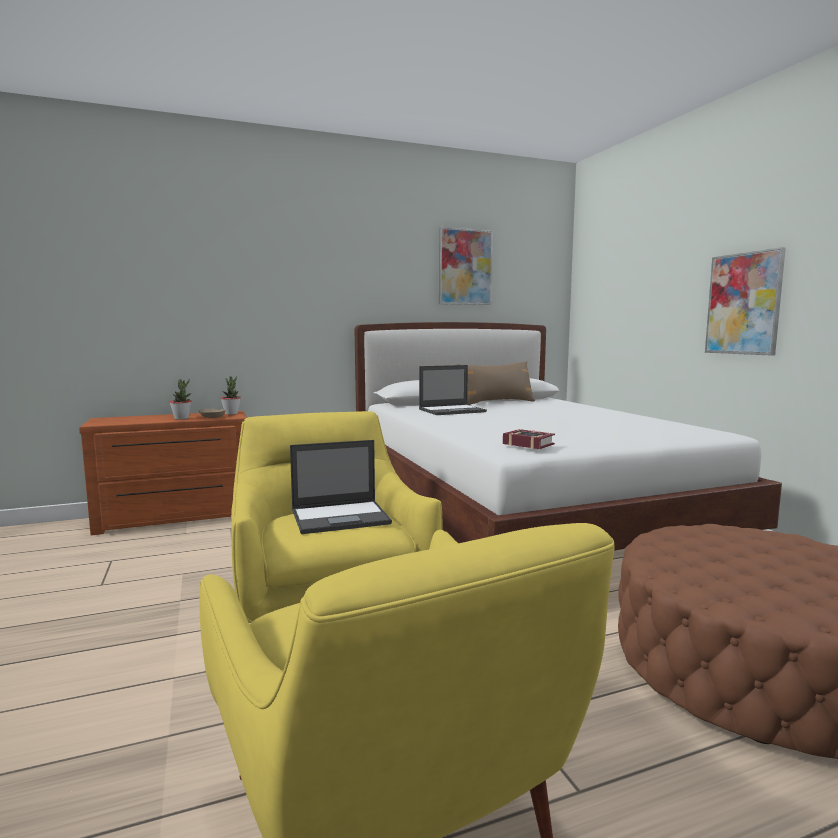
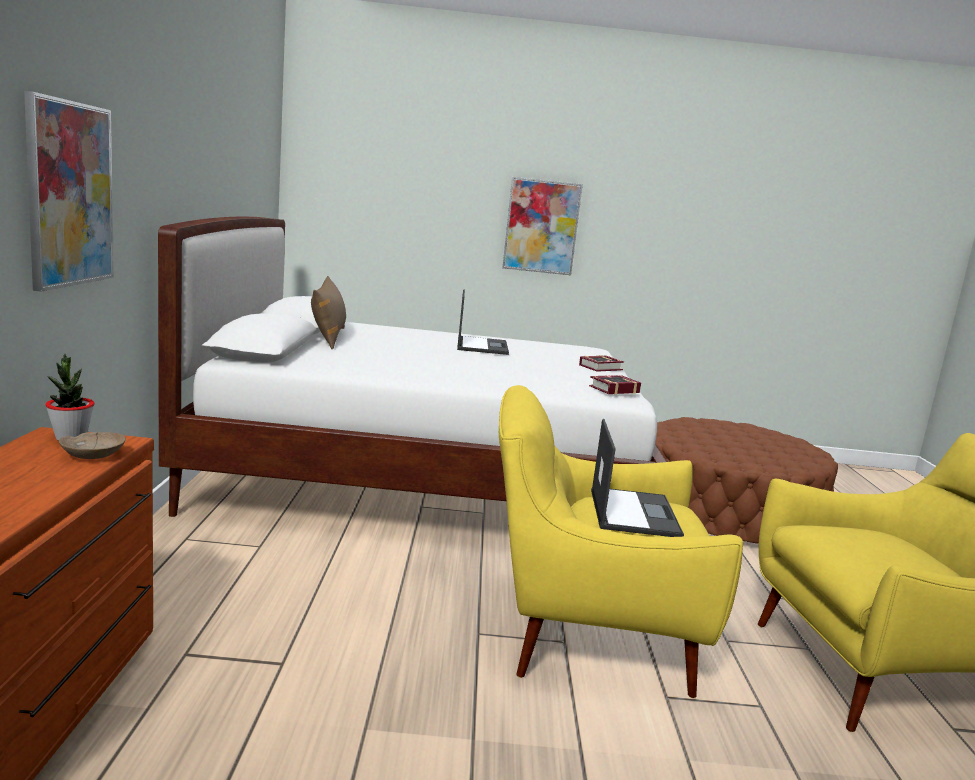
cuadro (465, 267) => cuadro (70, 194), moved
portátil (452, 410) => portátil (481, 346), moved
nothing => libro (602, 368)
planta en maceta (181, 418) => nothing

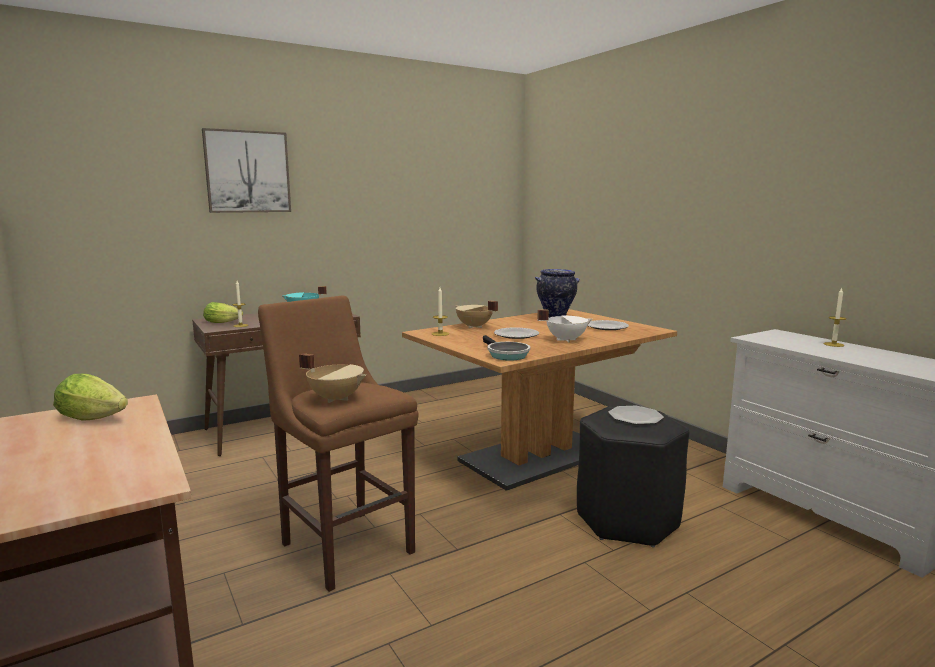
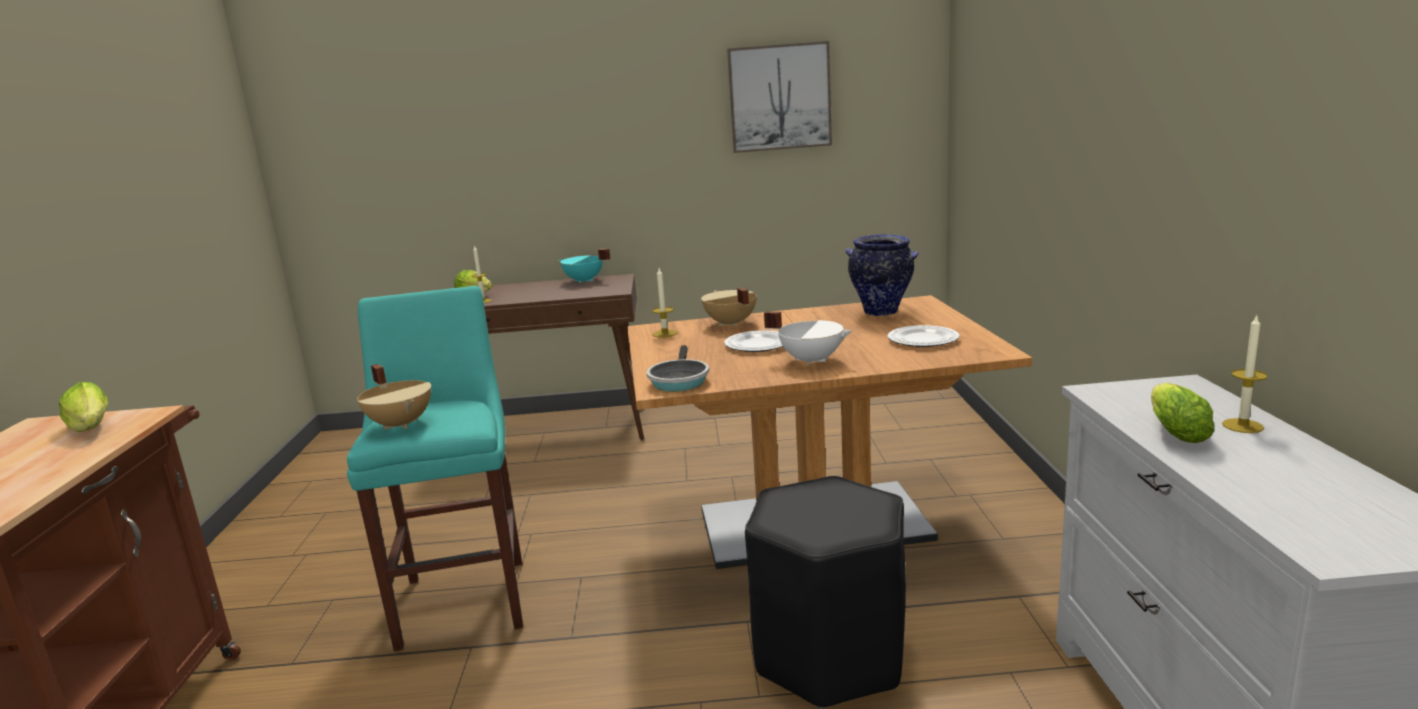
taburete [marrón] (344, 544) => taburete [turquesa] (465, 597)
cuadro (247, 172) => cuadro (780, 97), moved
nothing => lechuga (1174, 430)
plato (635, 417) => nothing

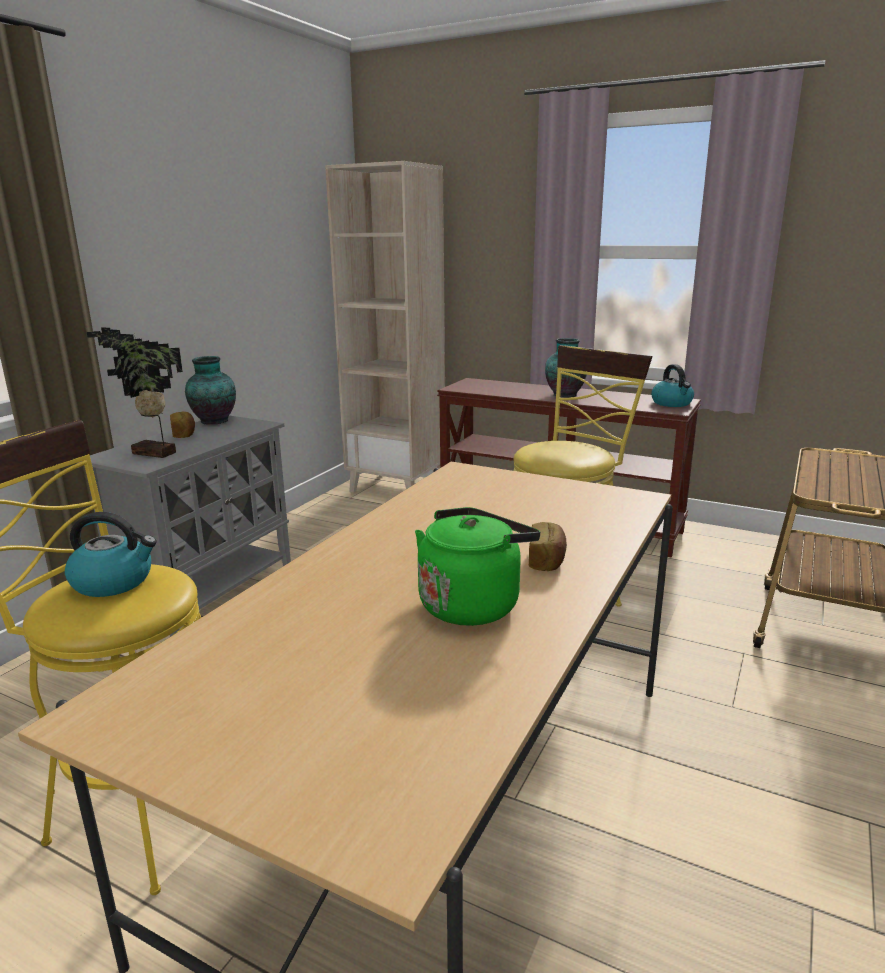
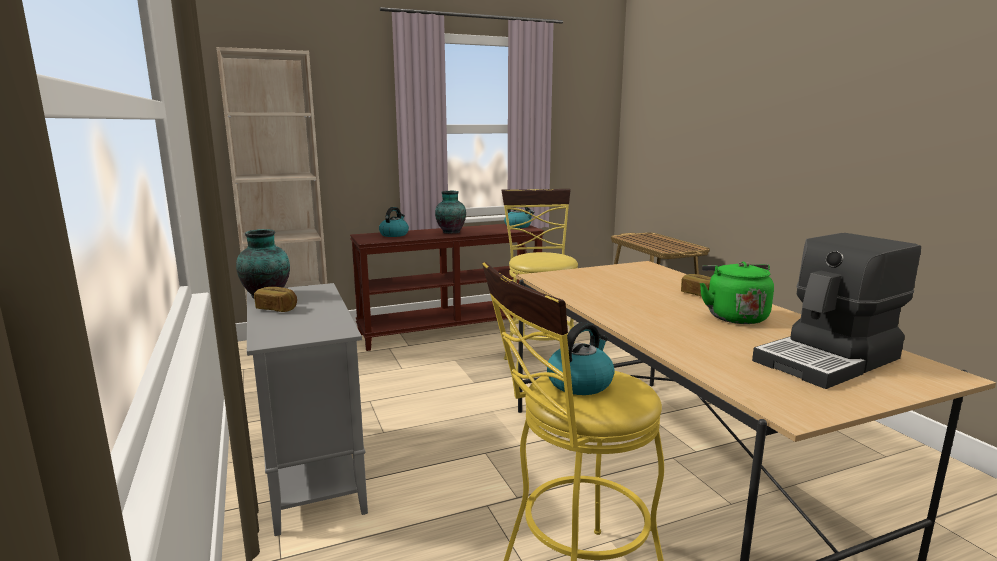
nothing => hervidor (394, 234)
nothing => cafetera (829, 360)
planta en maceta (153, 454) => nothing

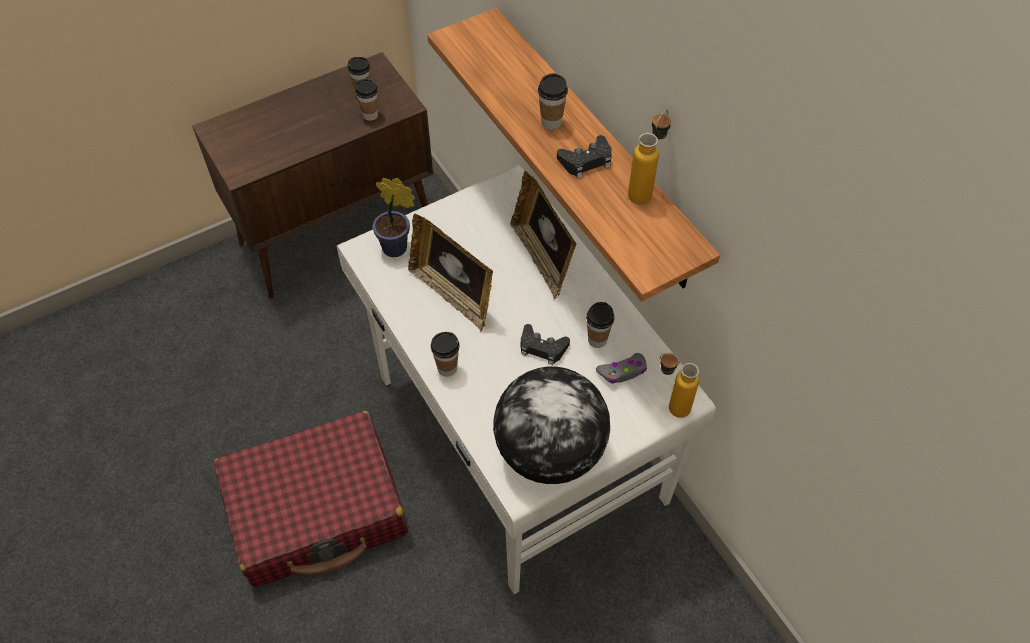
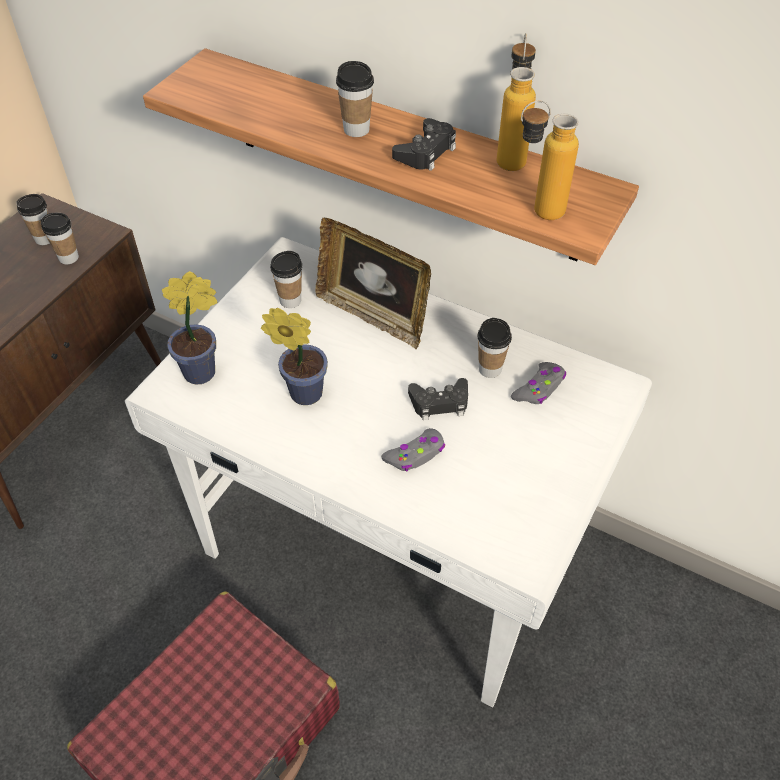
portarretratos (453, 294) => planta en maceta (302, 392)
taza (447, 368) => taza (290, 300), moved
nothing => mando de consola [gris] (415, 455)
botella (670, 406) => botella (536, 213), moved
globo terráqueo (550, 451) => nothing

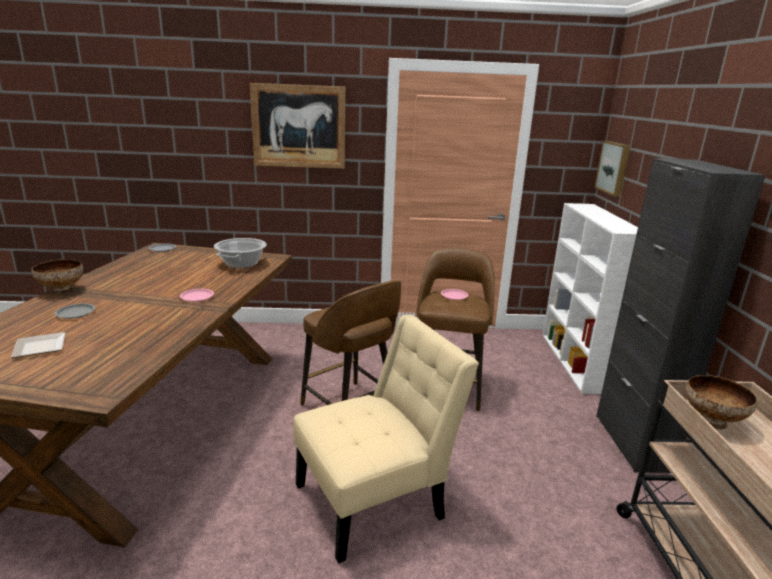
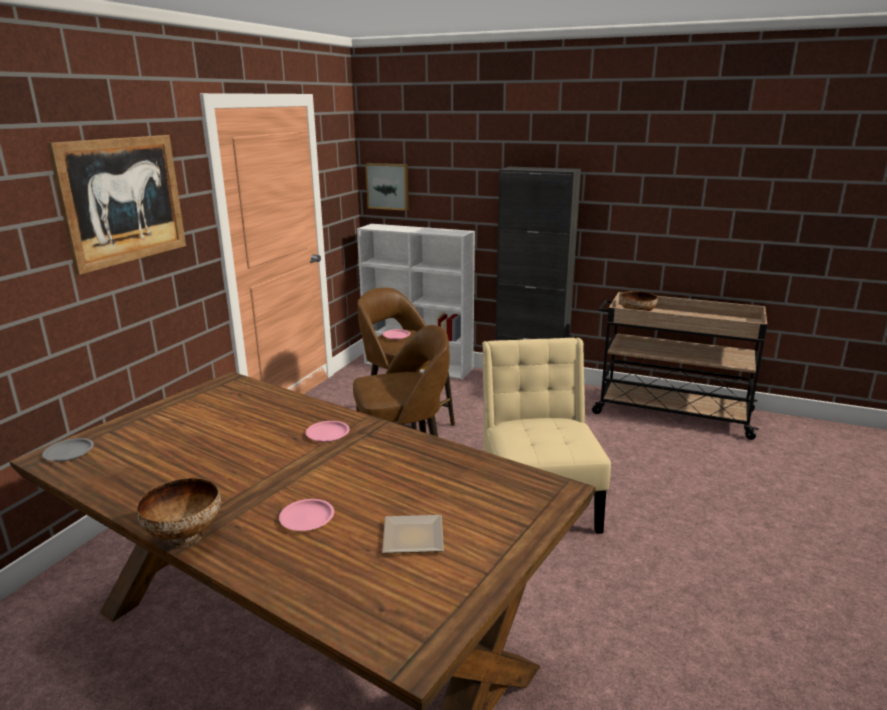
plato [gris] (75, 313) => plato [rosa] (307, 519)
olla (241, 264) => nothing

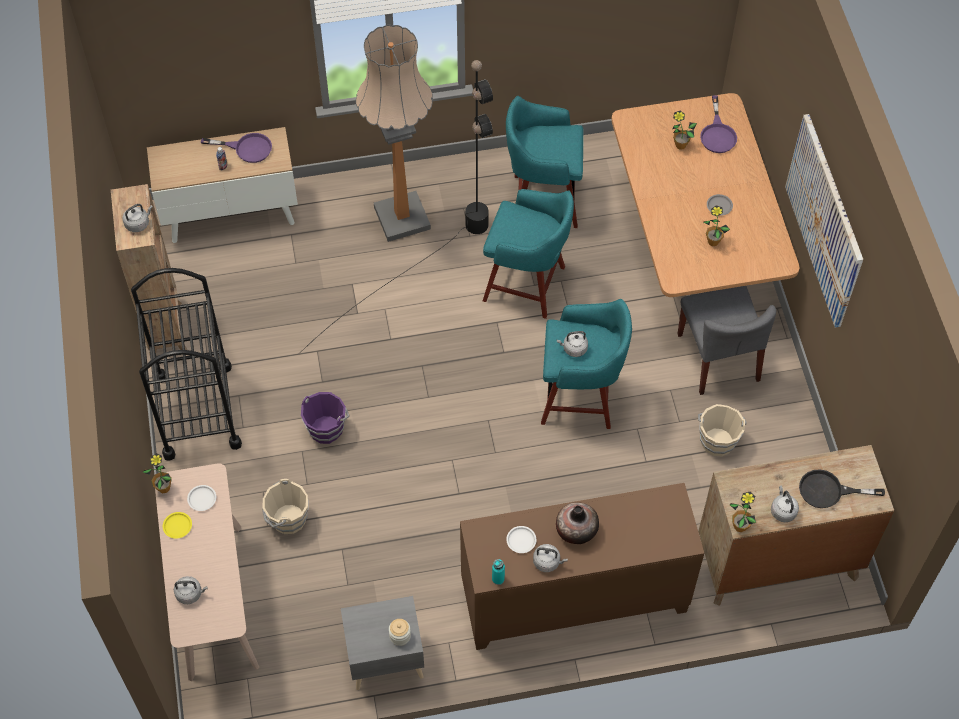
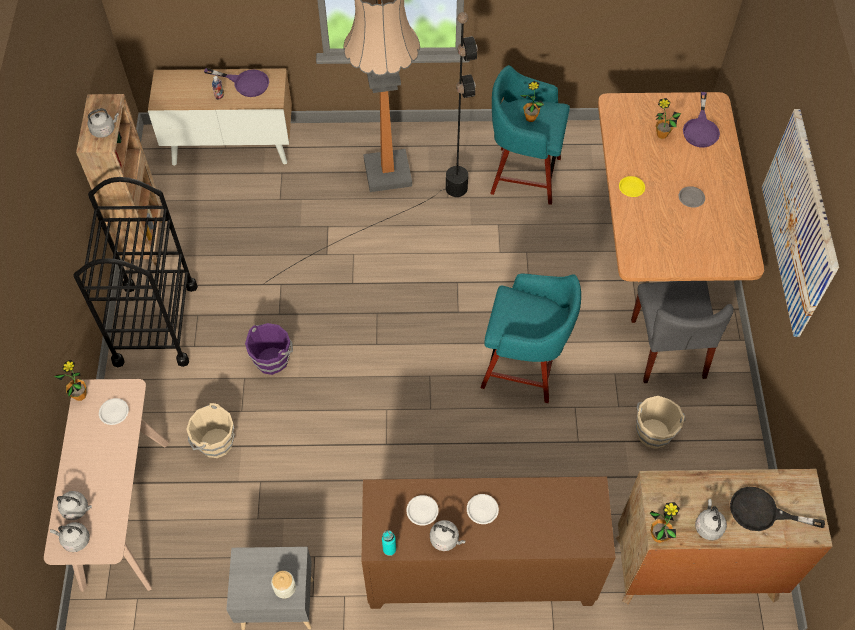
hervidor [gris] (573, 349) => hervidor [gris] (75, 540), moved
florero (576, 530) => plato [blanco] (482, 510)
planta en maceta (713, 241) => planta en maceta (530, 118), moved
plato [amarillo] (178, 526) => plato [amarillo] (631, 188), moved
taburete [turquesa] (527, 285) => nothing

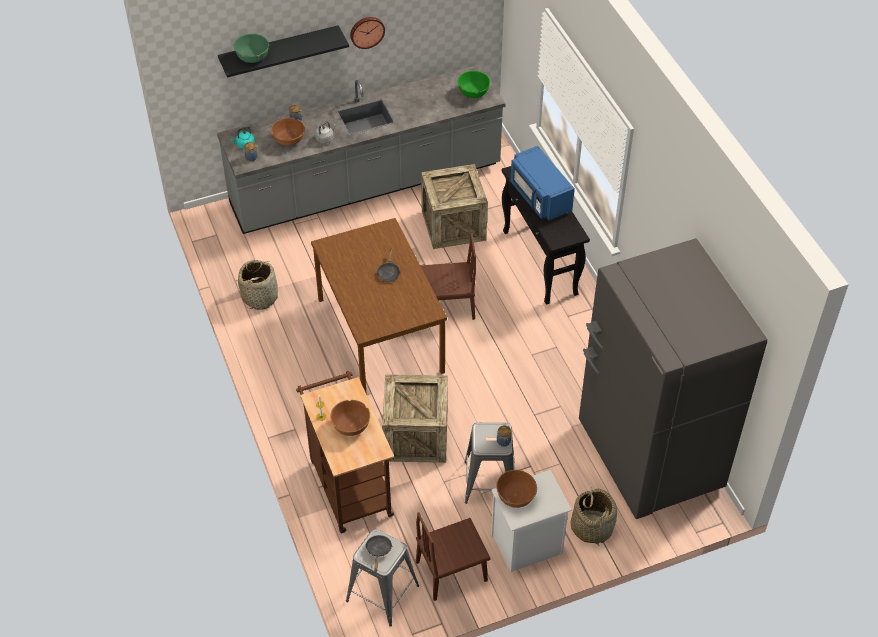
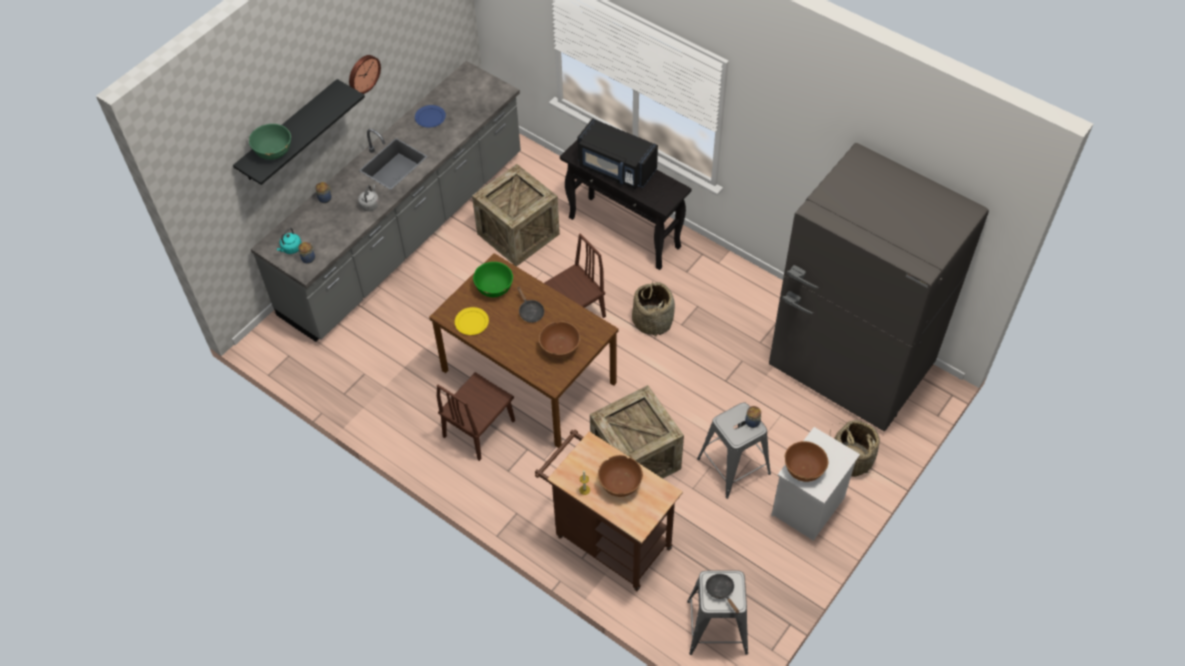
nothing => plato [azul] (430, 117)
silla [marrón] (451, 571) => silla [marrón] (479, 428), moved
nothing => plato [amarillo] (471, 322)
cuenco [verde] (473, 92) => cuenco [verde] (494, 288), moved
cuenco [marrón] (289, 140) => cuenco [marrón] (560, 348), moved
microondas [azul] (539, 197) => microondas [negro] (616, 168)
cesta (260, 296) => cesta (652, 320), moved

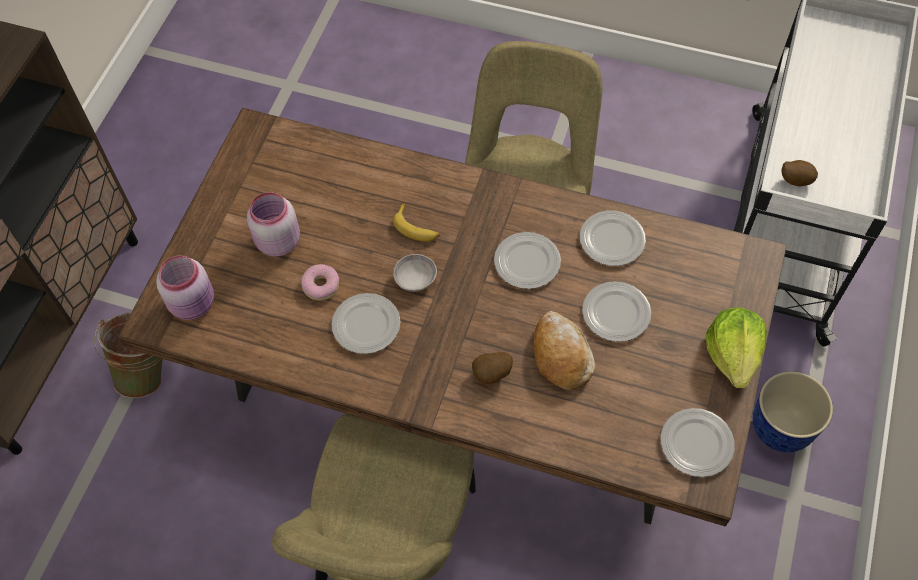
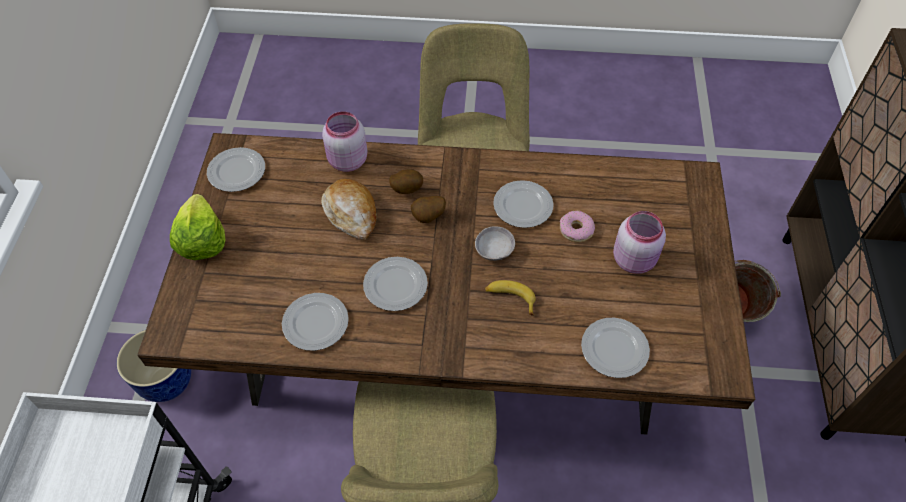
tarro [rosa] (194, 304) => tarro [rosa] (346, 161), moved
patata (795, 180) => patata (428, 217), moved
plato (616, 314) => plato (614, 348), moved

